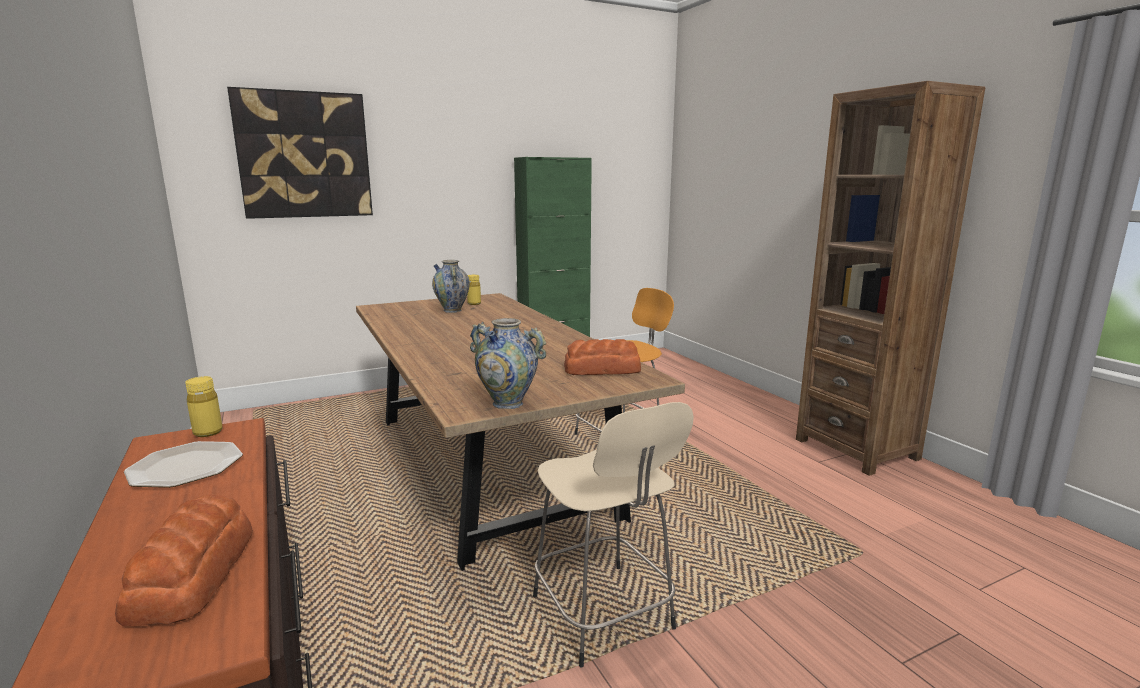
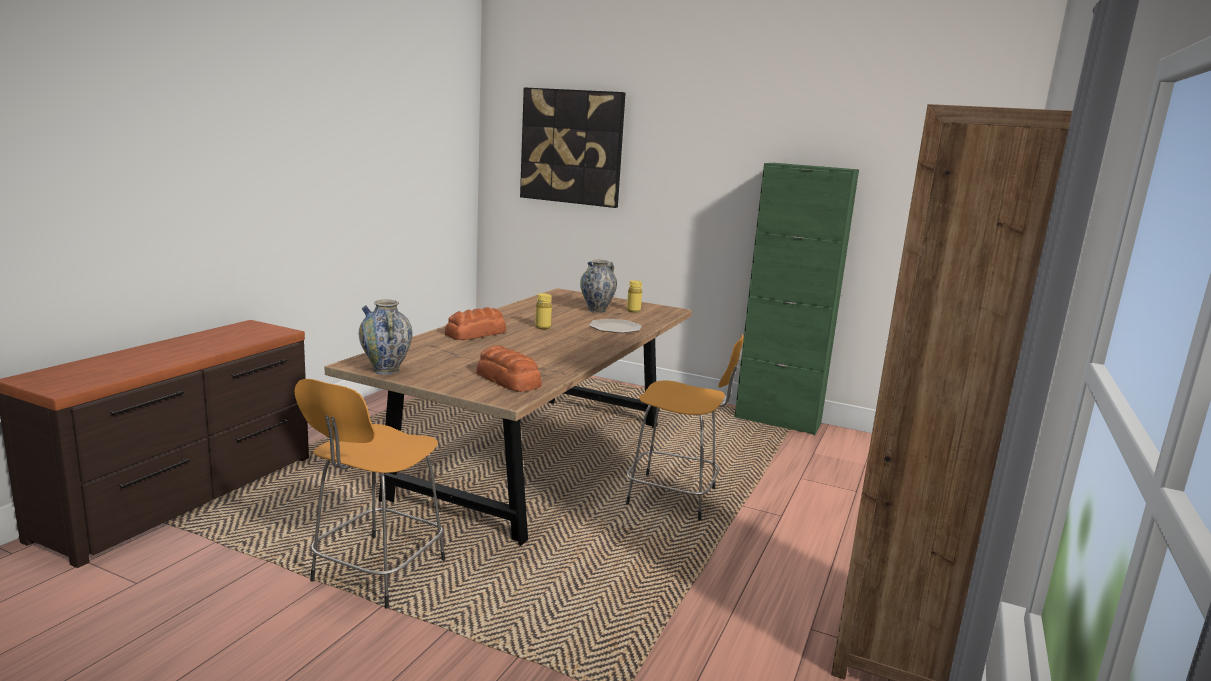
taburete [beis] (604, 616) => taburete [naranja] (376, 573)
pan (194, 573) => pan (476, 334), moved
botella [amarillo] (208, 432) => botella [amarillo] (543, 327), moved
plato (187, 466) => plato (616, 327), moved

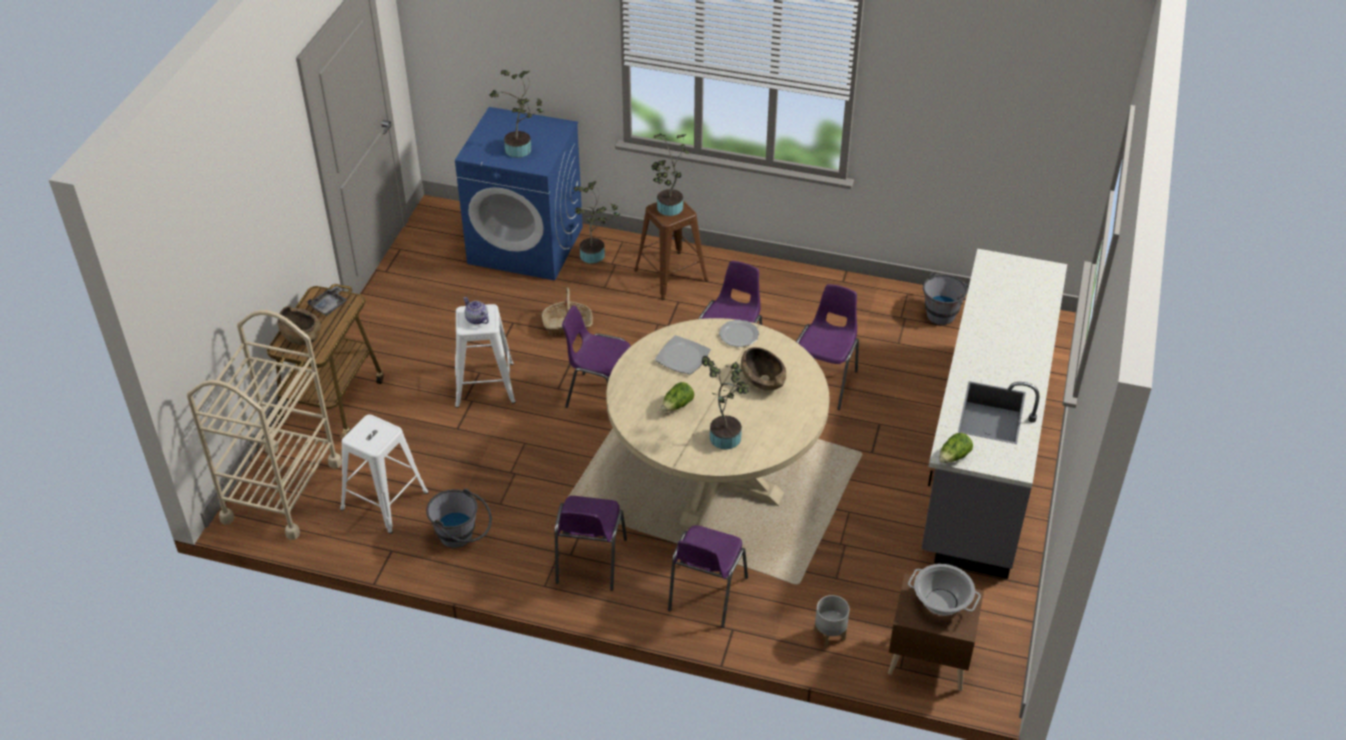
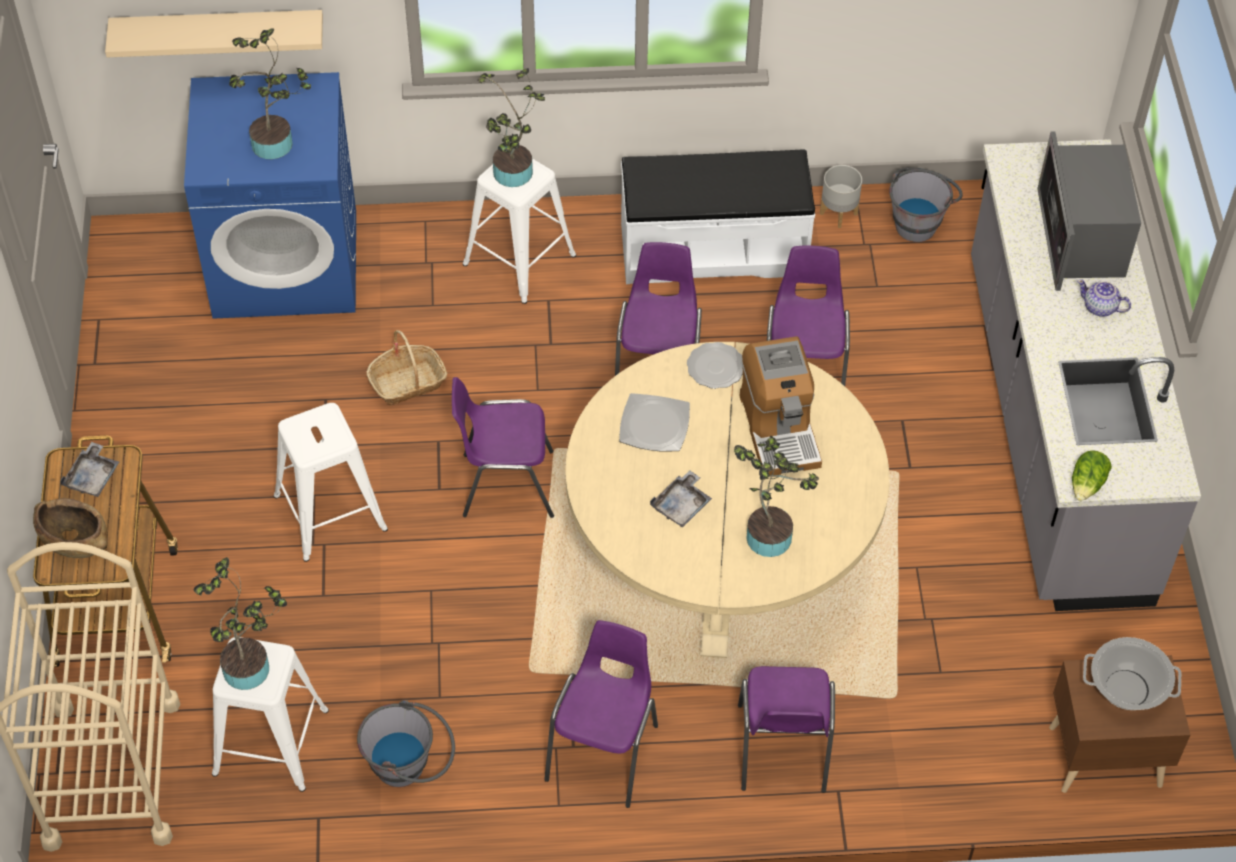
nothing => estante [beis] (218, 32)
planta en maceta (595, 255) => planta en maceta (251, 666), moved
taburete [marrón] (671, 274) => taburete [blanco] (519, 258)
silla [morado] (589, 563) => silla [morado] (605, 750), 150 degrees counterclockwise
nothing => banco [blanco] (713, 248)
lechuga (677, 405) => bandeja [gris] (681, 505)
cuenco [marrón] (763, 379) => cafetera (779, 429)
maceta [gris] (830, 635) => maceta [gris] (839, 214), moved
nothing => microondas (1080, 238)
tetera (477, 319) => tetera (1100, 307), moved

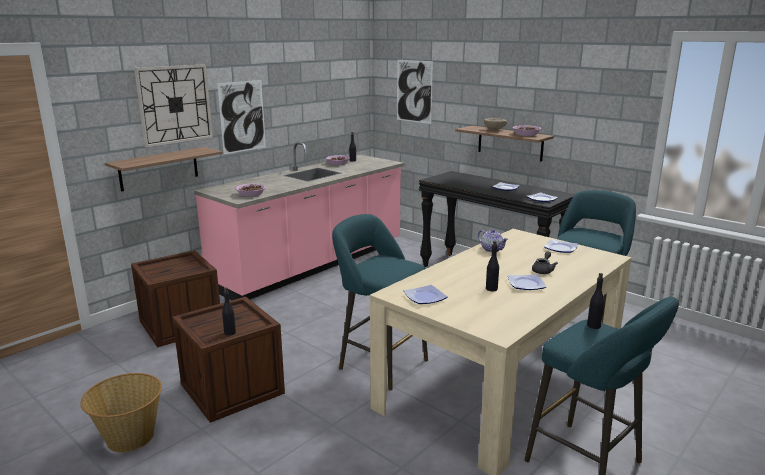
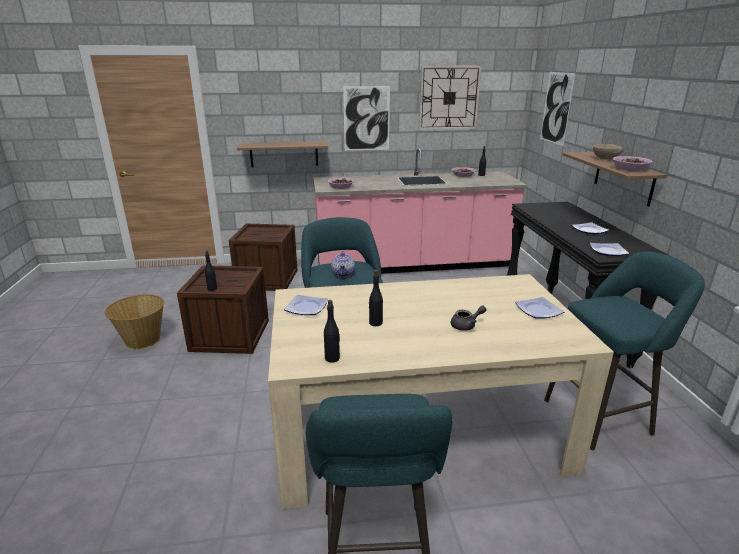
botella [negro] (594, 326) => botella [negro] (332, 358), moved
tetera (492, 249) => tetera (343, 274), moved
reloj de pared (175, 104) => reloj de pared (449, 98), moved
plato (527, 285) => nothing

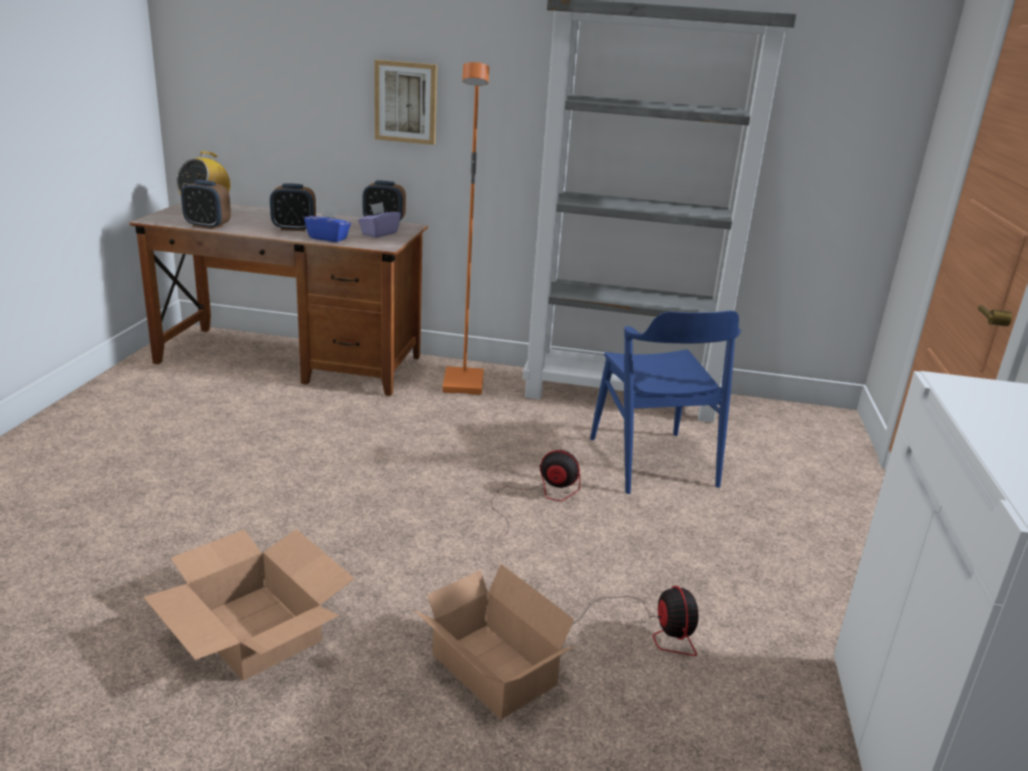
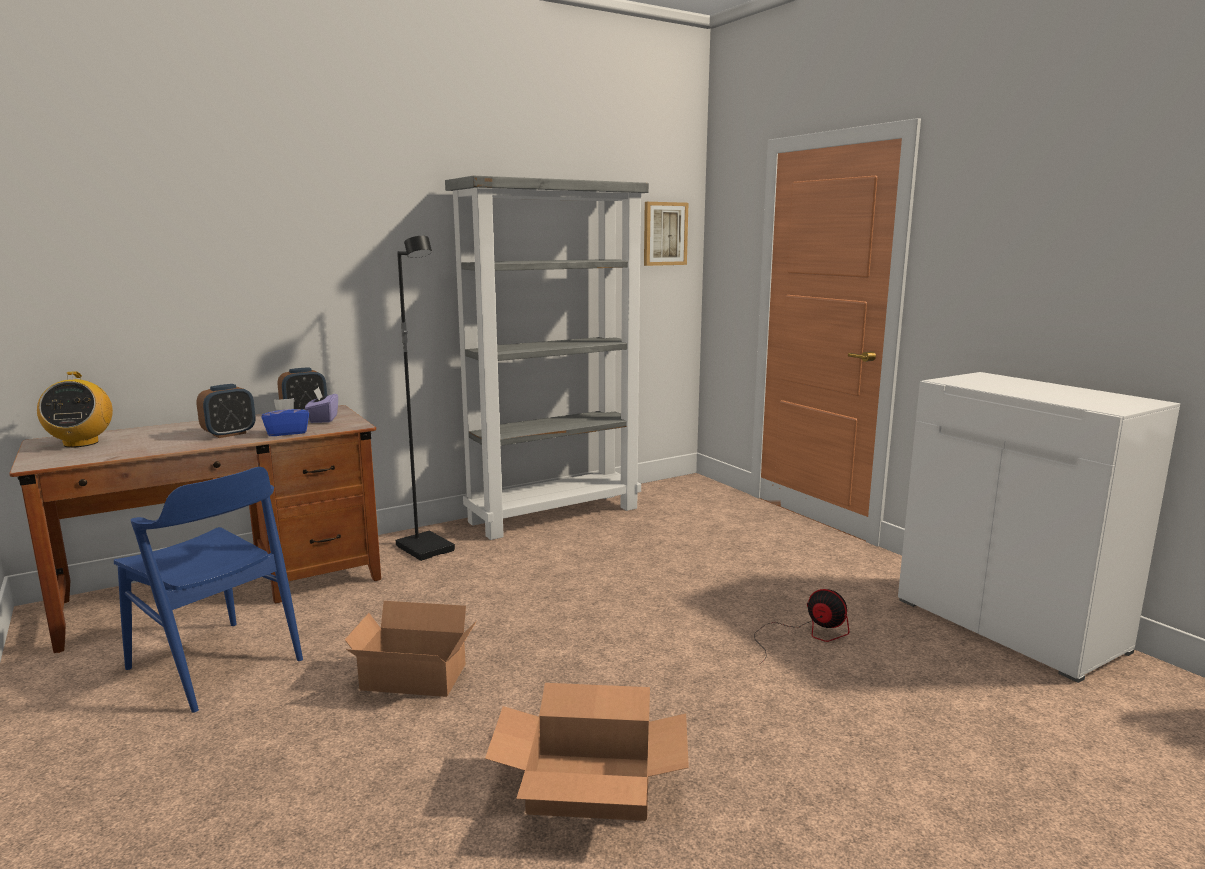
silla [azul] (652, 462) => silla [azul] (215, 664), moved
caja de cartón (491, 673) => caja de cartón (414, 679), moved
lámpara de pie [naranja] (464, 384) => lámpara de pie [negro] (427, 548)
cuadro (406, 102) => cuadro (664, 234), moved
despertador (207, 226) => nothing
ventilador (539, 497) => nothing

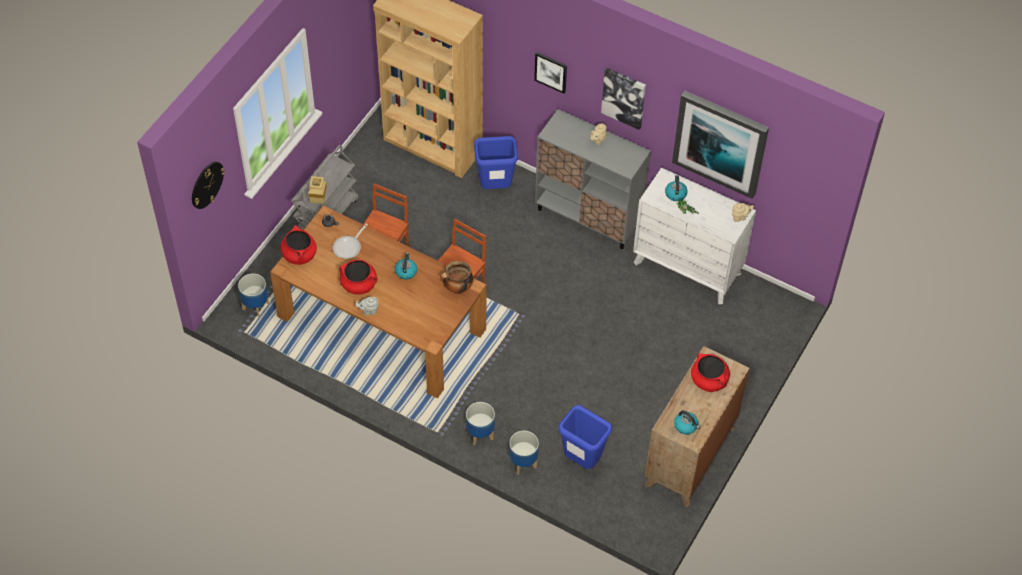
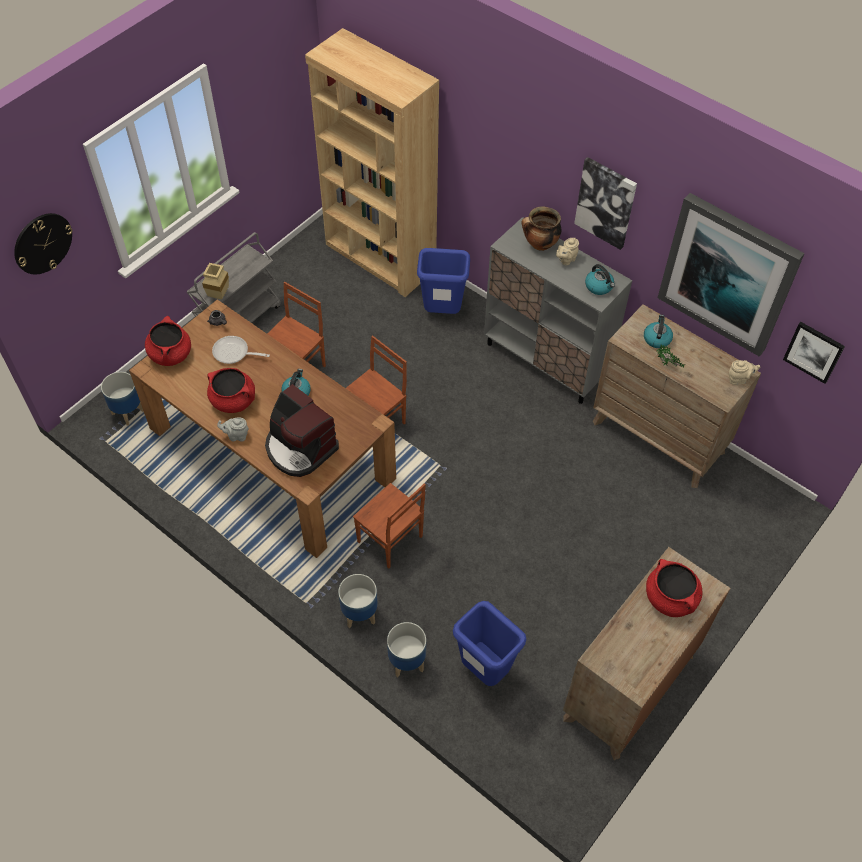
sartén (349, 247) => sartén (234, 353), 60 degrees clockwise
nothing => cafetera (300, 448)
nothing => silla [marrón] (390, 540)
olla (457, 288) => olla (539, 245), moved
hervidor (686, 426) => hervidor (599, 286), moved
cómoda [blanco] (687, 268) => cómoda [marrón] (658, 437)
cuadro (551, 71) => cuadro (814, 351), moved

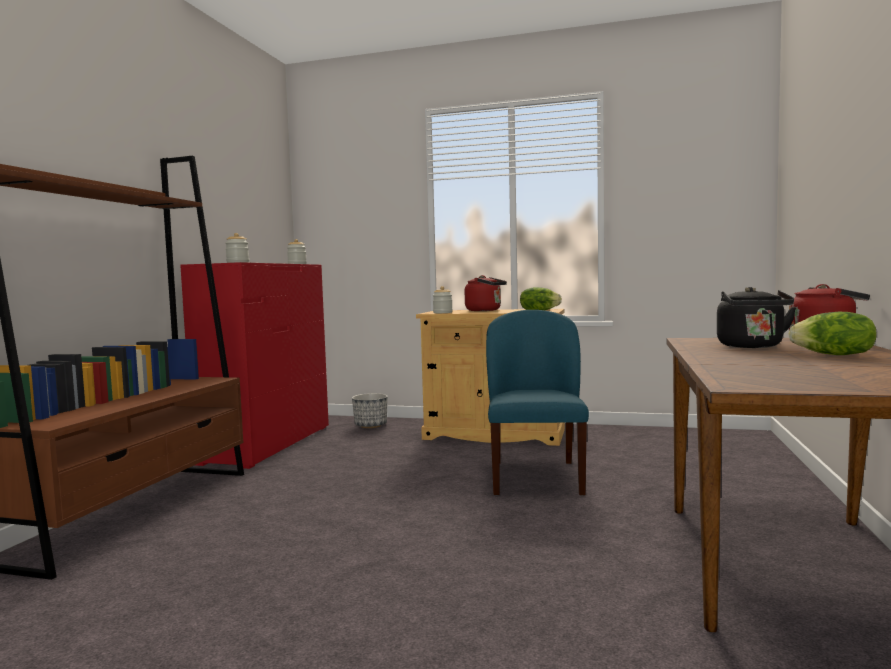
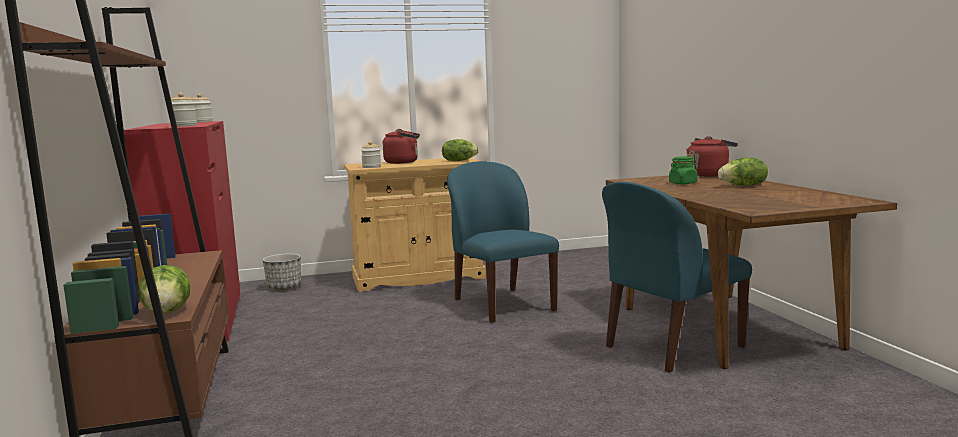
nothing => lechuga (167, 312)
nothing => silla [azul] (671, 348)
hervidor [negro] (752, 346) => tarro [verde] (683, 183)

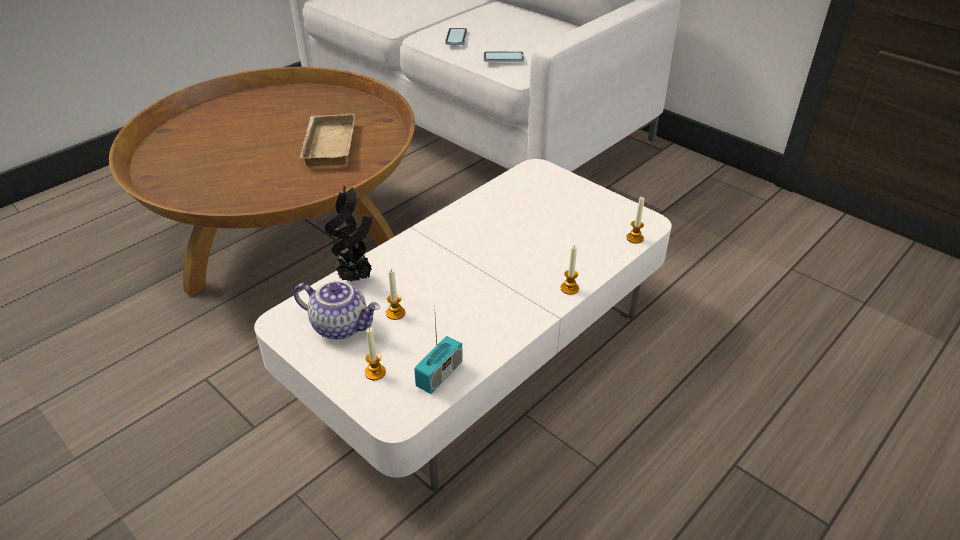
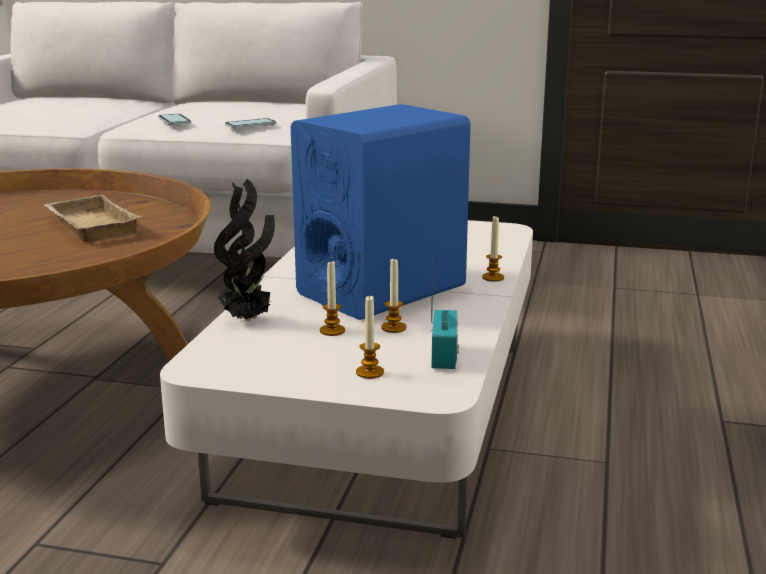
nothing => altavoz [azul] (382, 290)
vela (634, 238) => vela (393, 328), moved
tetera (341, 326) => nothing

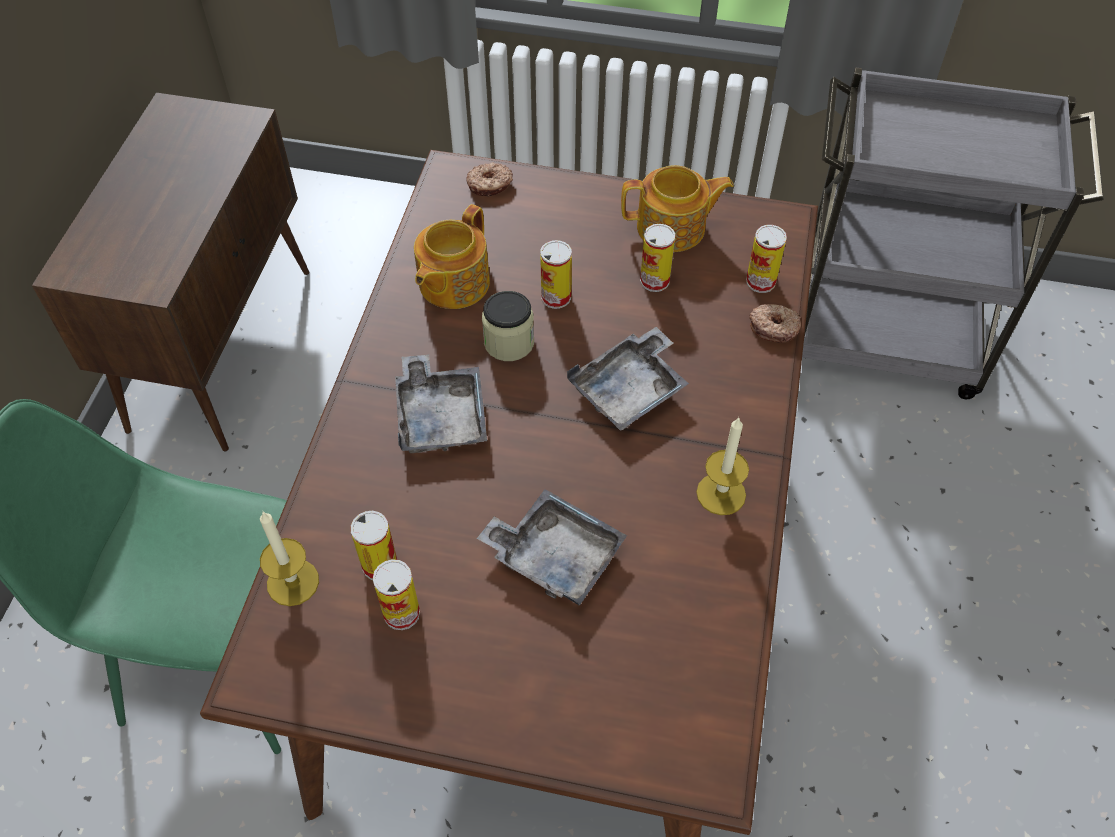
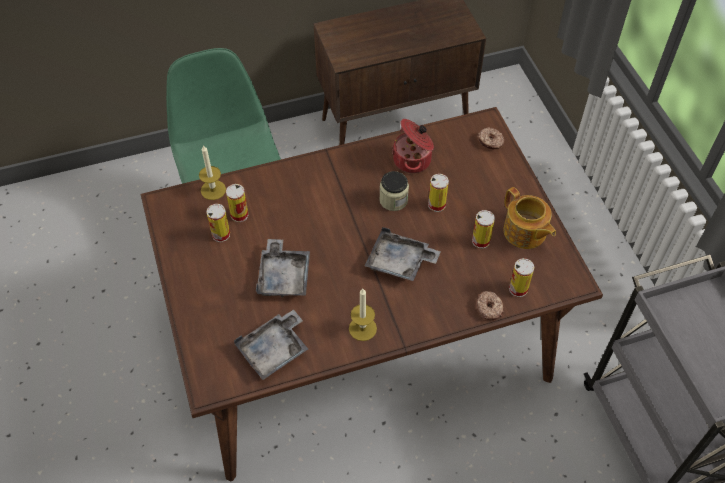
bandeja [gris] (440, 416) => bandeja [gris] (274, 350), moved
tetera (452, 283) => olla (413, 160)

